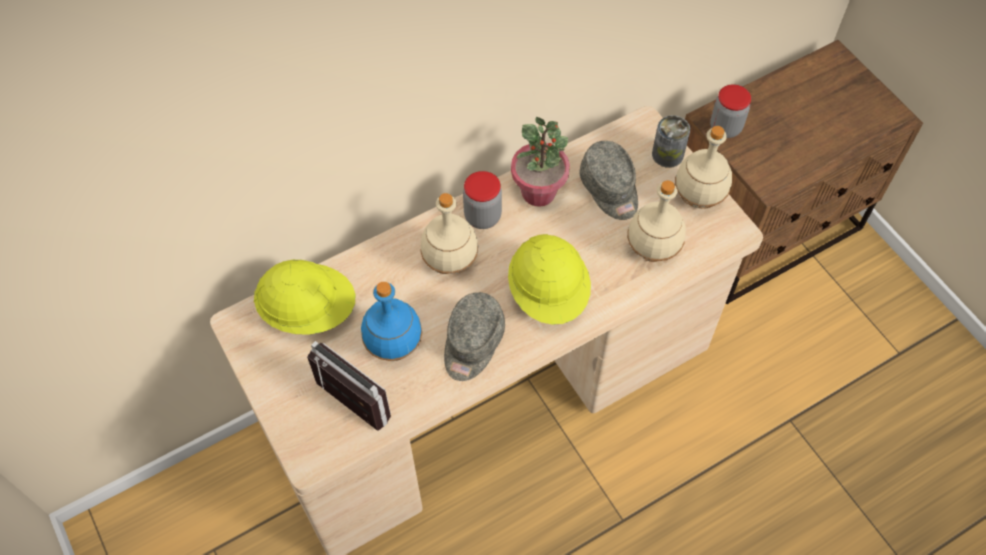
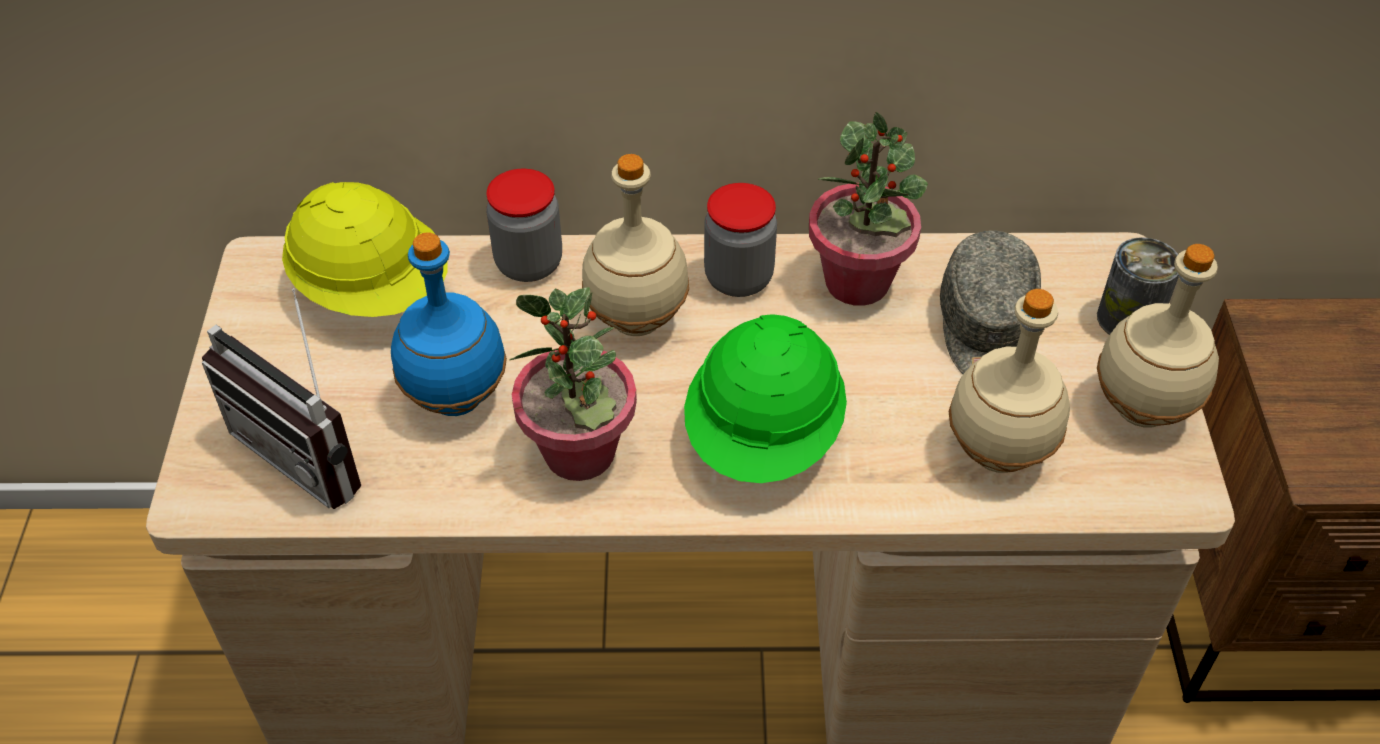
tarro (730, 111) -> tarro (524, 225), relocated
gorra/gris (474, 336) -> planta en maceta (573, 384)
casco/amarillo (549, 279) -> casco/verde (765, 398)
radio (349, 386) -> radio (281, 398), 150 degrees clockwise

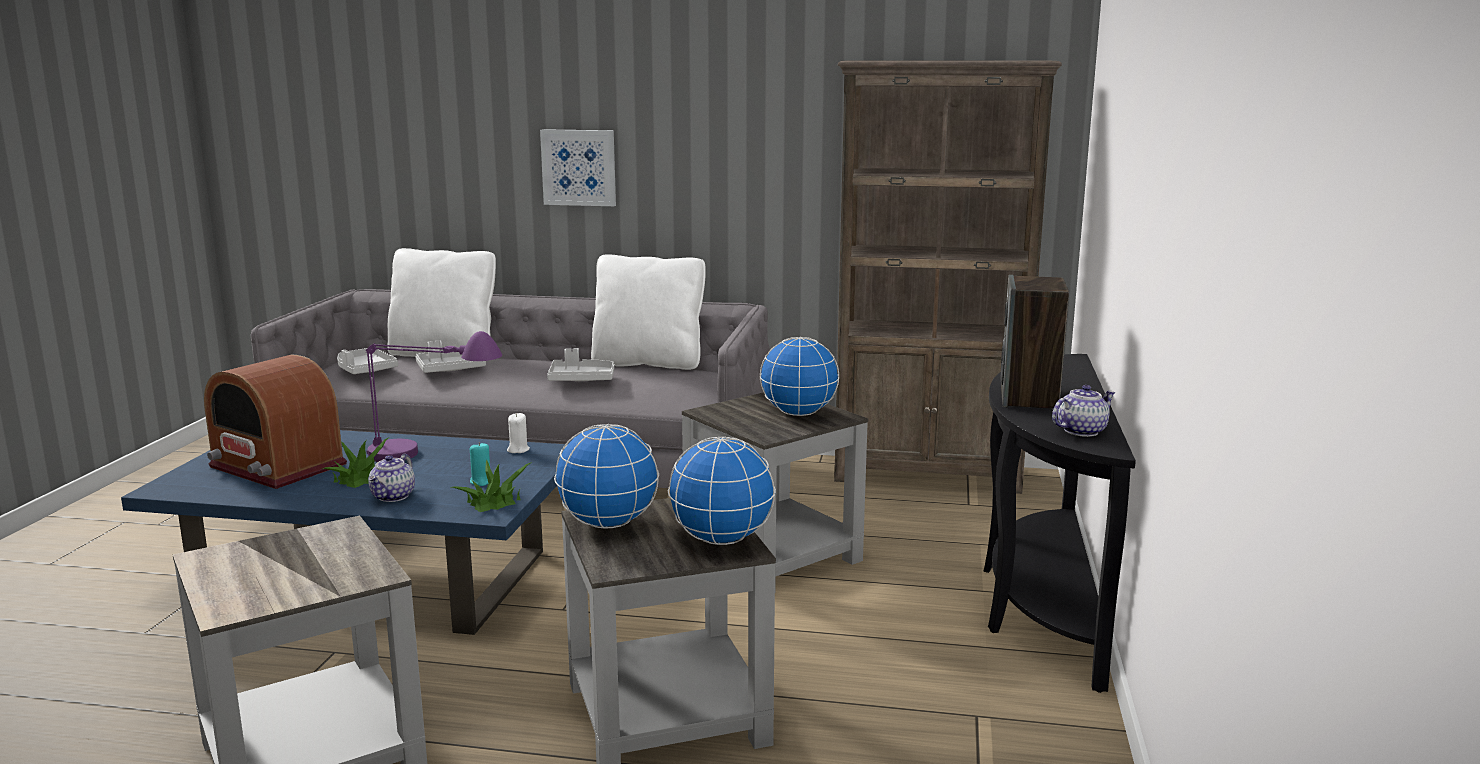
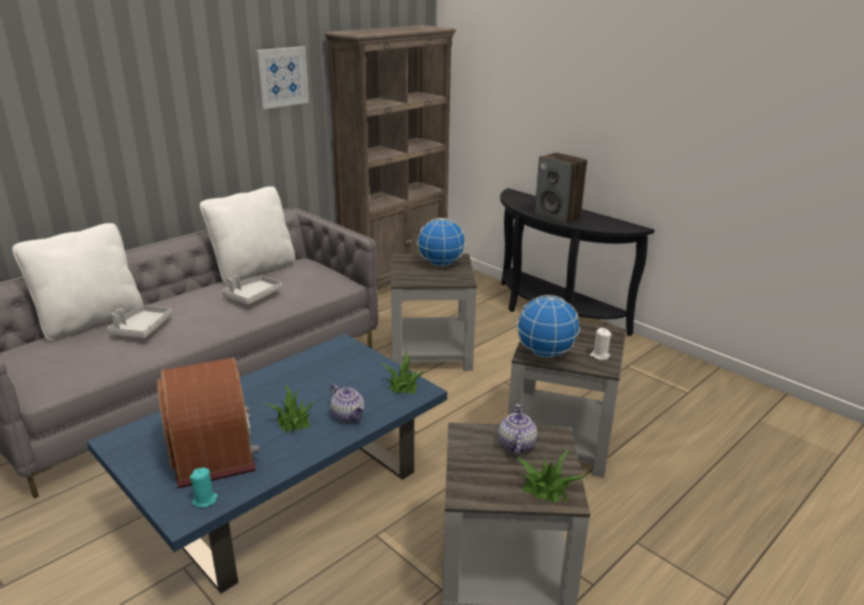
bandeja/gris (367, 361) -> none
lámpara de mesa/morado (434, 396) -> none
globo terráqueo (722, 490) -> none
none -> planta en maceta (552, 475)
vela/turquesa (480, 464) -> vela/turquesa (204, 488), relocated
vela/blanco (518, 433) -> vela/blanco (601, 344), relocated
cuadro (578, 167) -> cuadro (282, 77), relocated
tetera (1084, 411) -> tetera (517, 429), relocated
radio (275, 421) -> radio (208, 422), 90 degrees counterclockwise

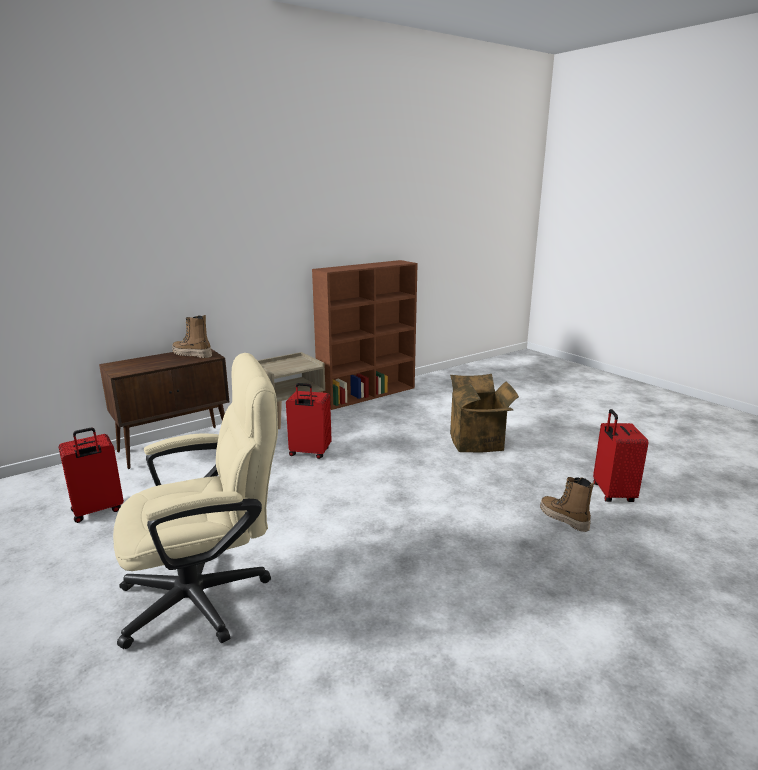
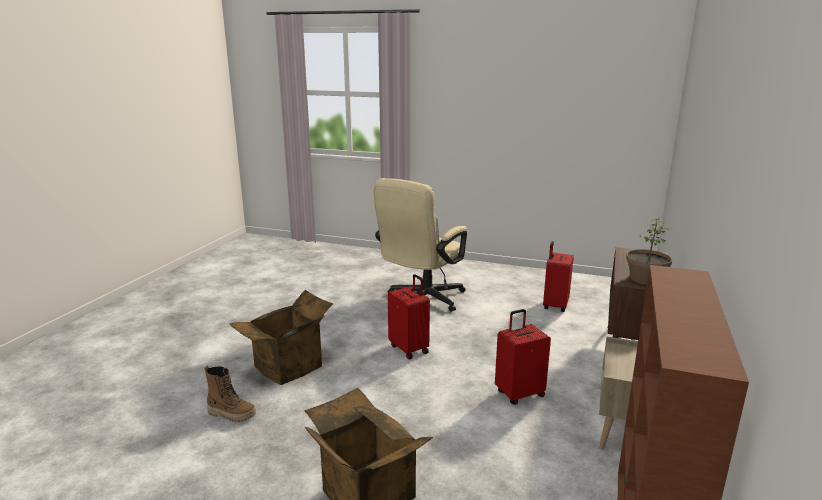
none -> caja de cartón (281, 337)
maleta/rojo (620, 455) -> maleta/rojo (409, 316), relocated
bota (192, 336) -> planta en maceta (649, 251)

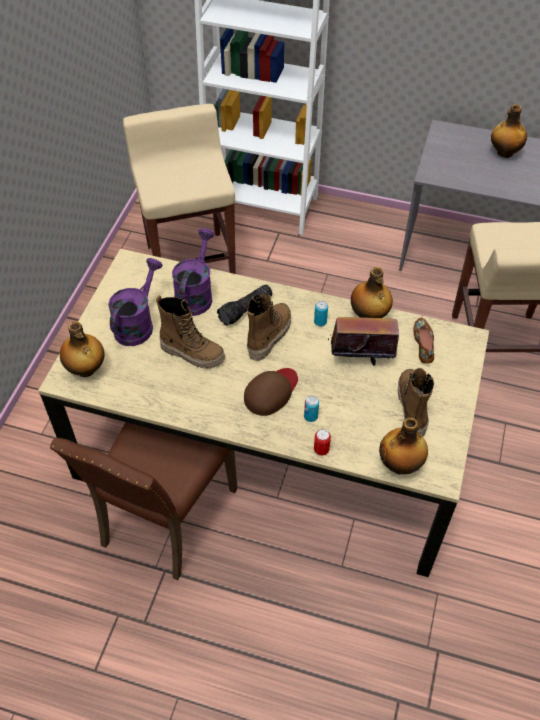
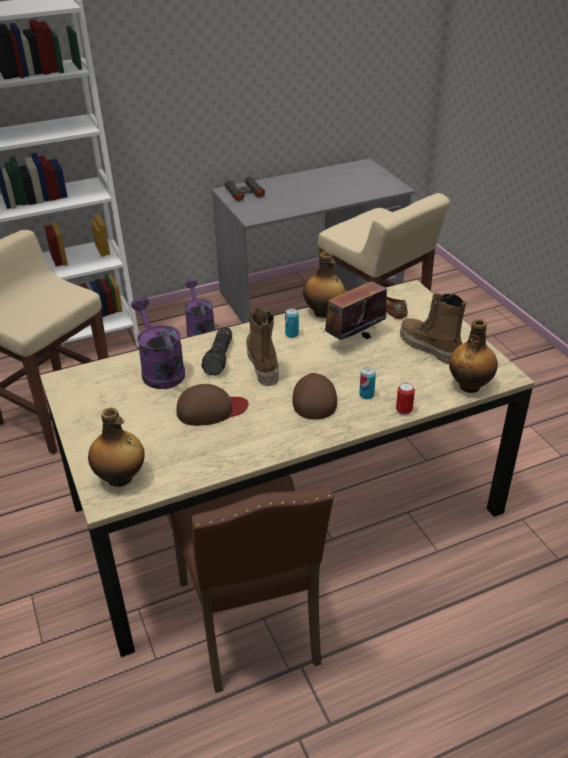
botella (509, 131) -> none
none -> prismáticos/negro (245, 189)
regadera/morado (135, 302) -> regadera/morado (200, 308), relocated
bota (190, 332) -> gorra/marrón (212, 405)

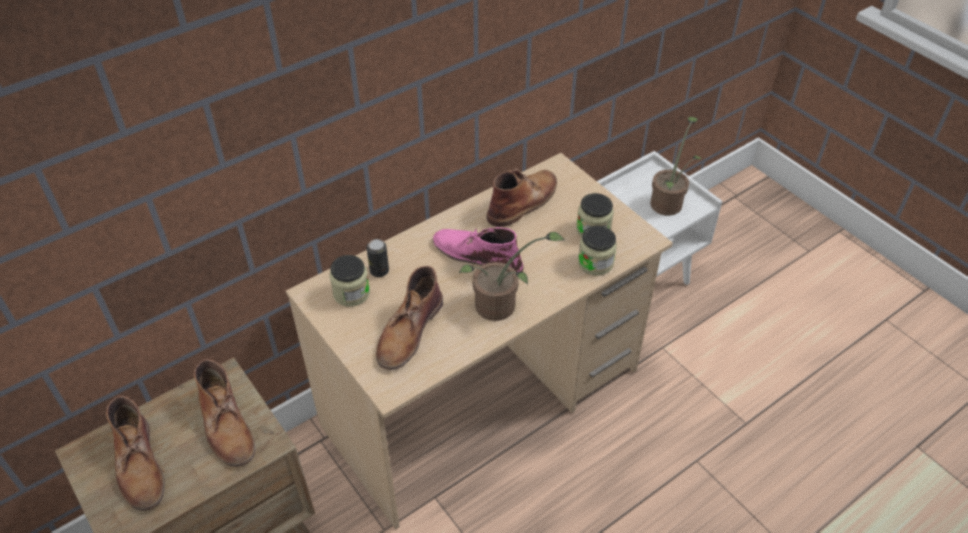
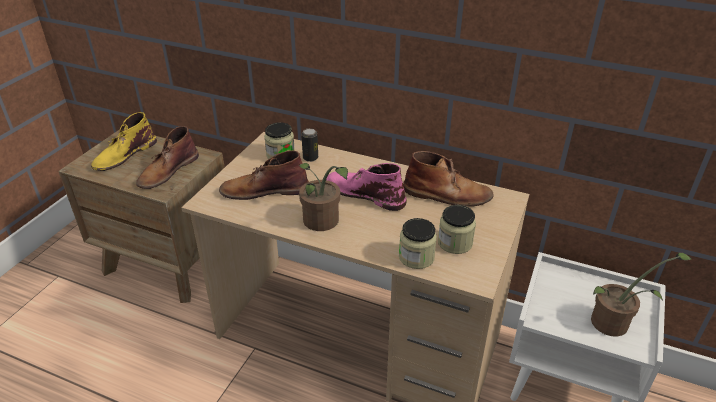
bota/marrón (135, 453) -> bota/amarillo (124, 141)
bota/rosa (478, 249) -> bota/rosa (366, 187), 60 degrees counterclockwise

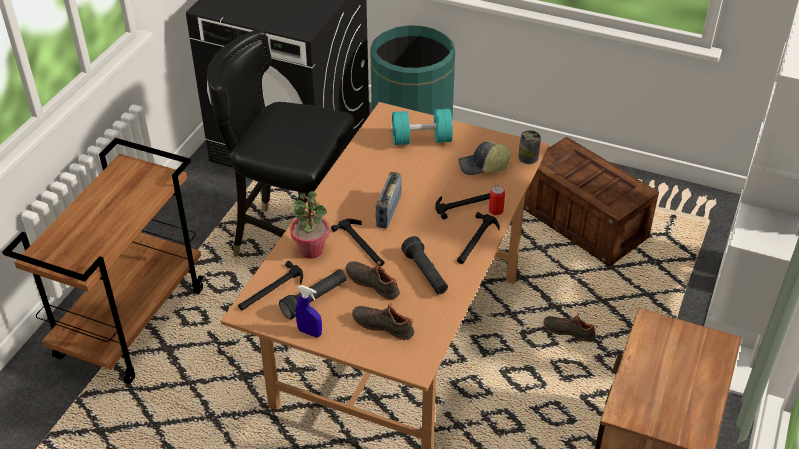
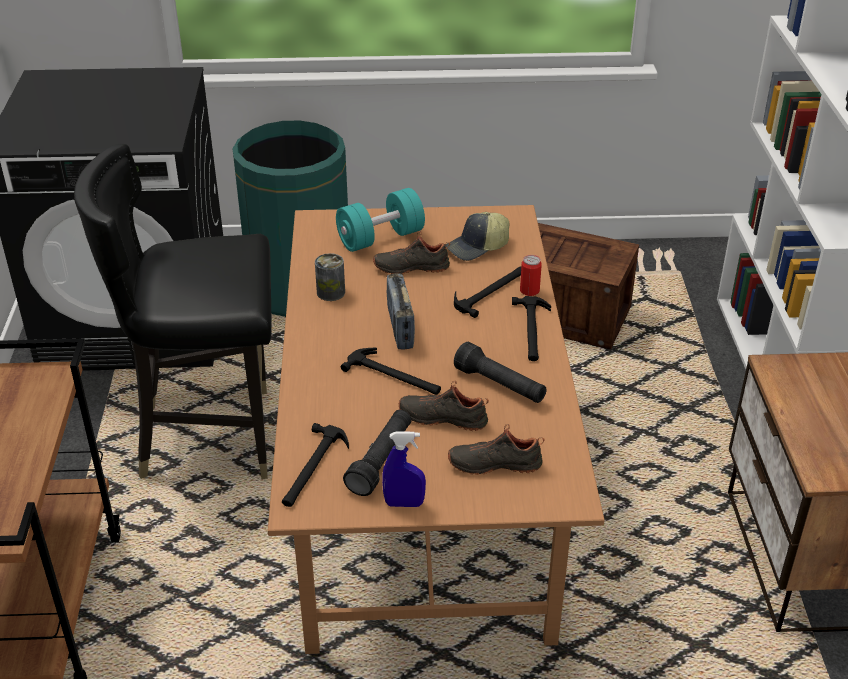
planta en maceta (310, 225) -> none
lata (529, 147) -> lata (330, 277), relocated
zapato/negro (570, 327) -> zapato/negro (411, 252), relocated

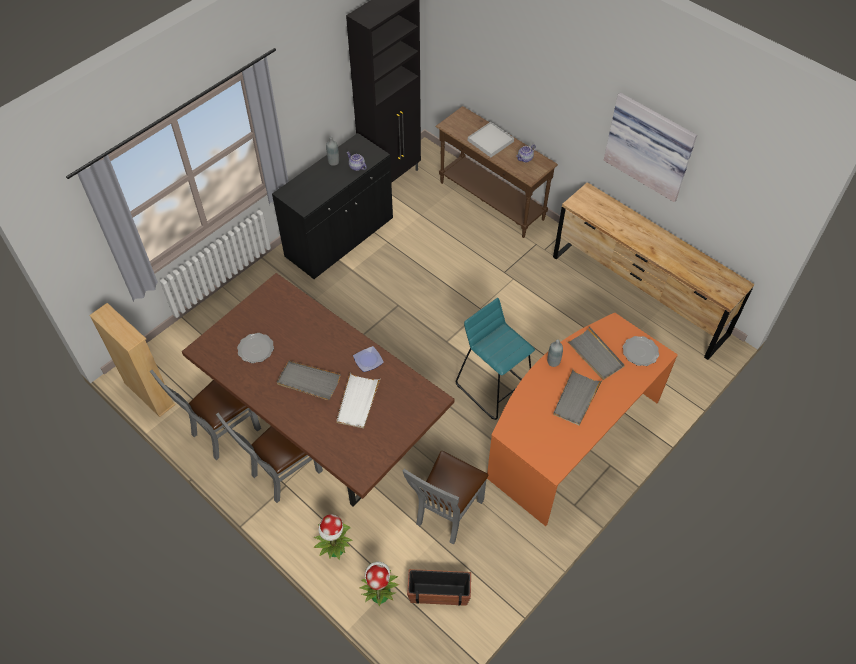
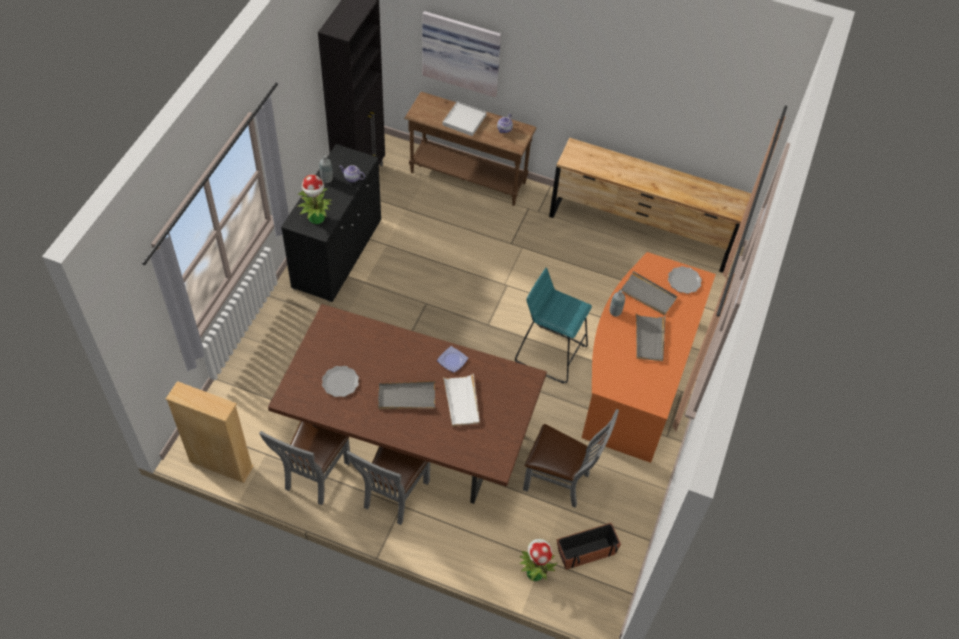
planta en maceta (333, 537) -> planta en maceta (314, 199), relocated
cuadro (650, 147) -> cuadro (462, 54), relocated
silla/gris (445, 498) -> silla/gris (571, 458), 75 degrees counterclockwise

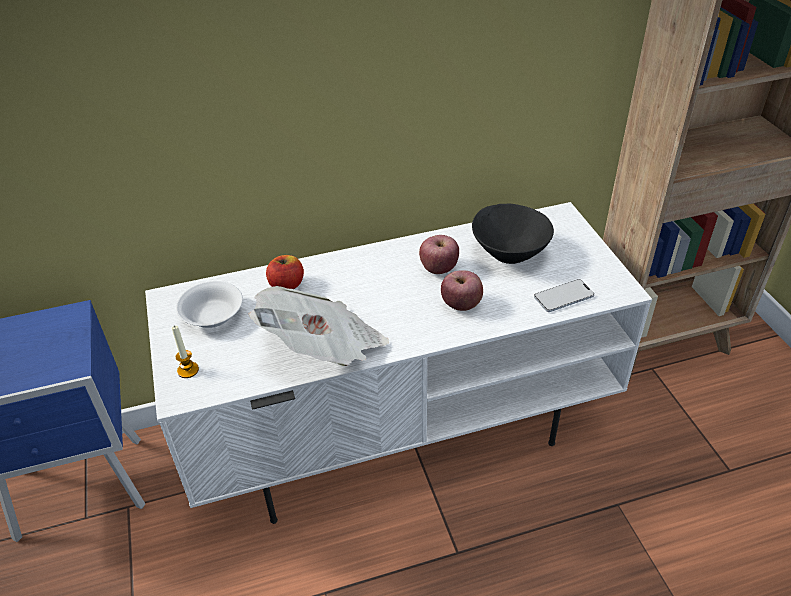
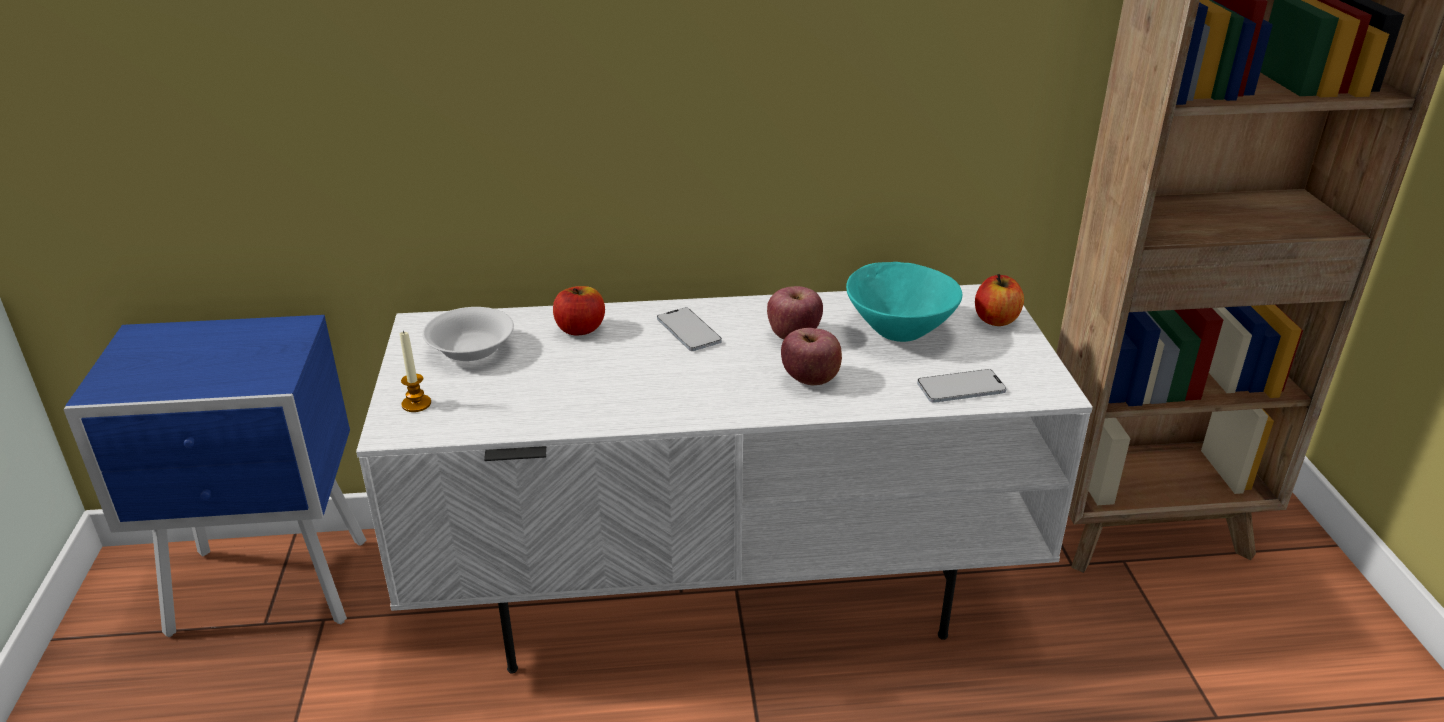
periódico (318, 326) -> none
none -> móvil (689, 329)
none -> manzana (999, 300)
cuenco/negro (513, 233) -> cuenco/turquesa (904, 302)

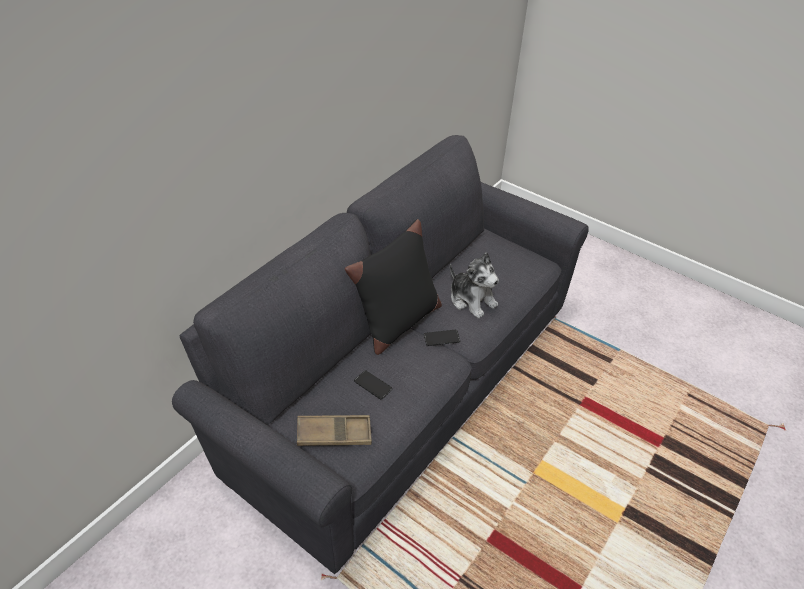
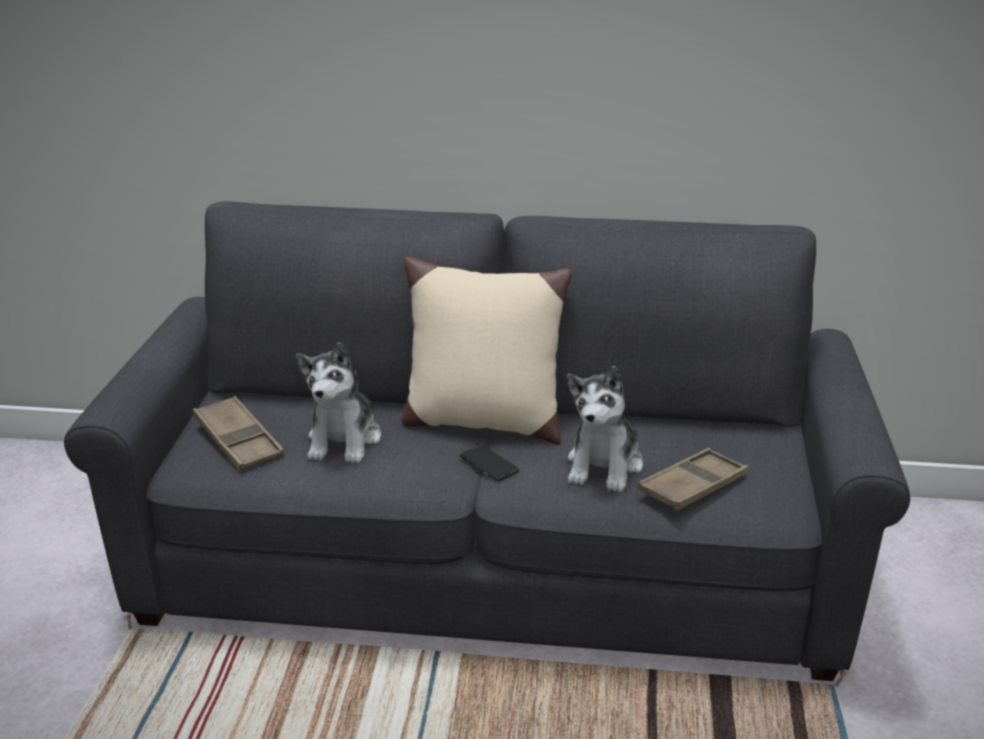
none -> bandeja/marrón (693, 479)
móvil (373, 384) -> peluche (338, 402)
cojín/negro (393, 287) -> cojín/beis (486, 350)

